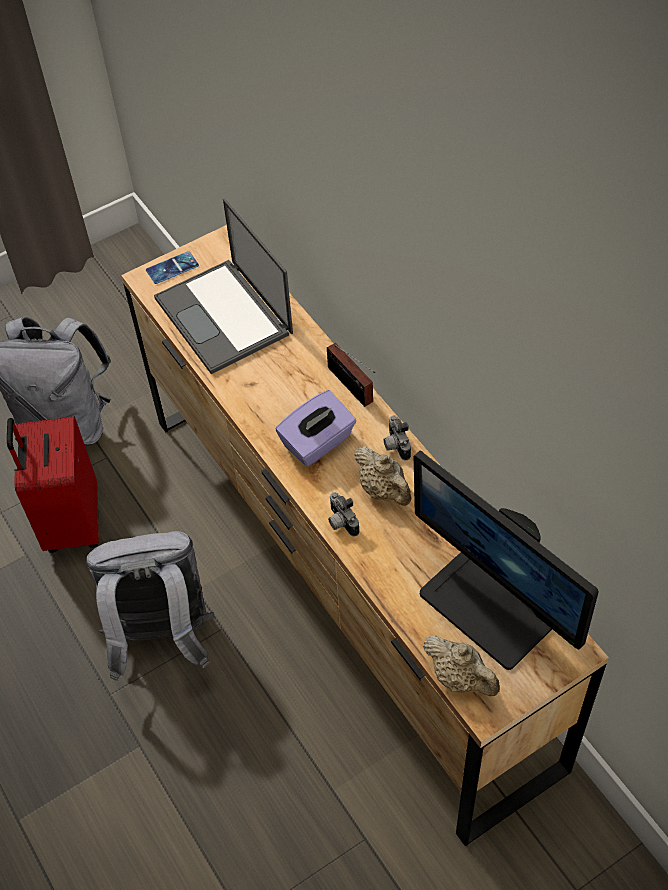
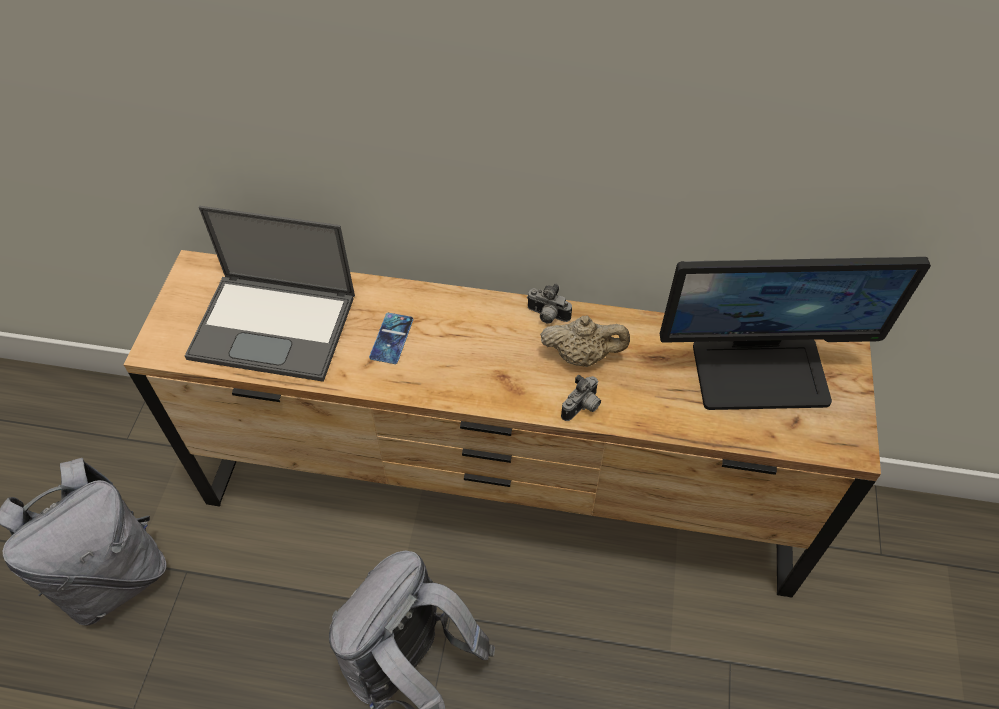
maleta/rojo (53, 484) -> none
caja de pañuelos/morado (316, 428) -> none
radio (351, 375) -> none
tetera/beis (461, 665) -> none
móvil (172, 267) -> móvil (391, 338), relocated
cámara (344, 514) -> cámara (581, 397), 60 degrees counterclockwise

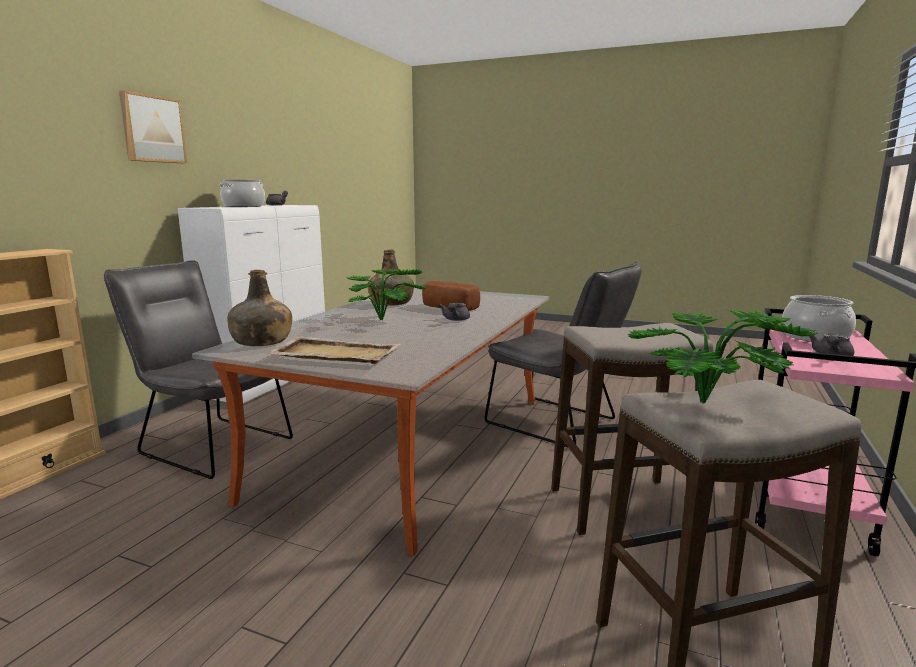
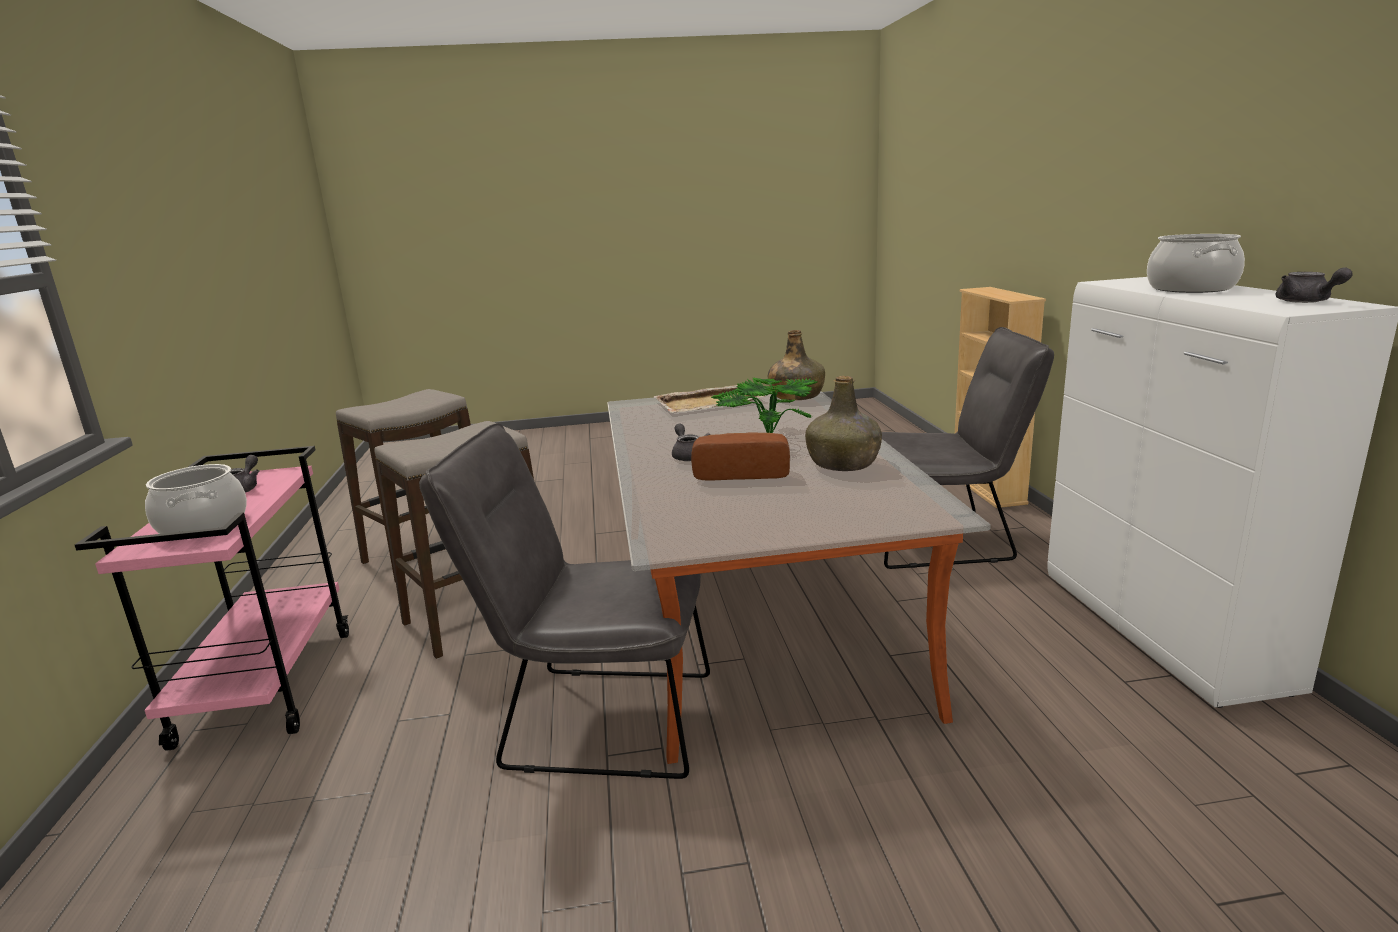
cuadro (153, 127) -> none
planta en maceta (722, 356) -> none

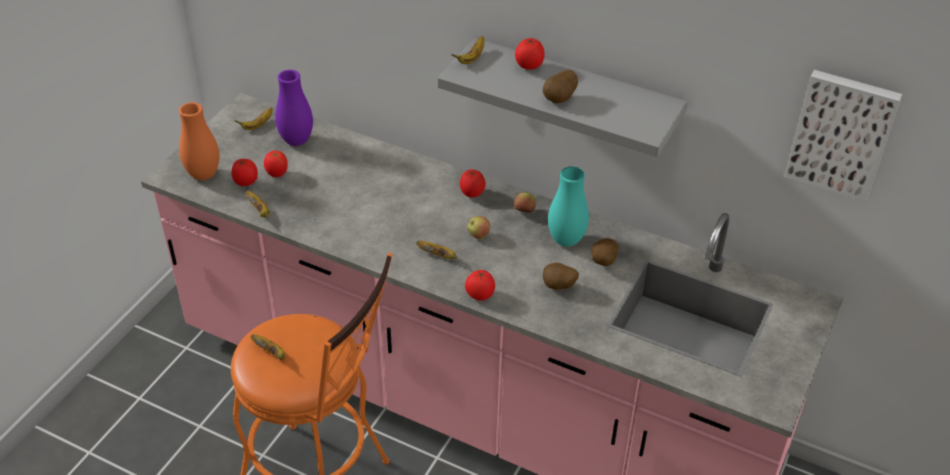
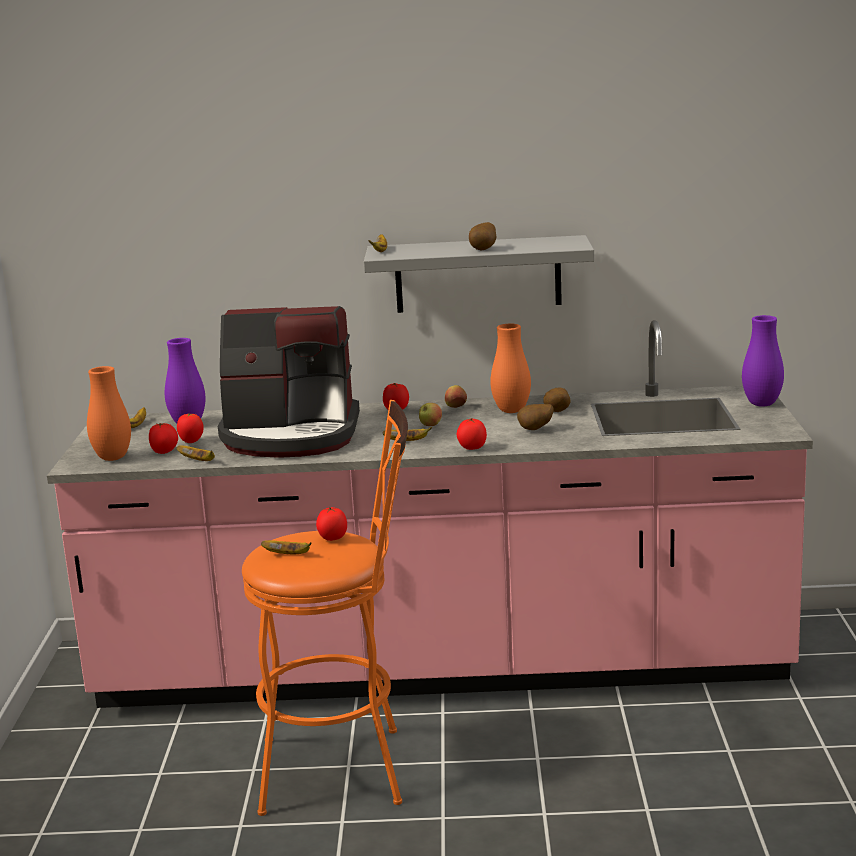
cuadro (843, 136) -> none
none -> cafetera (289, 382)
none -> florero/morado (763, 361)
tomate (530, 54) -> tomate (331, 524), relocated
florero/turquesa (568, 206) -> florero/naranja (510, 368)

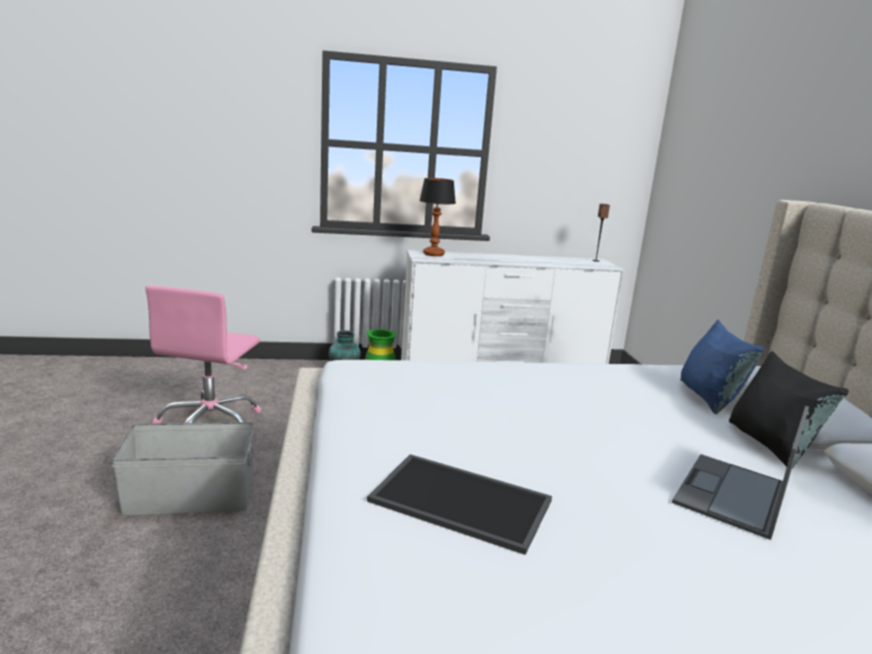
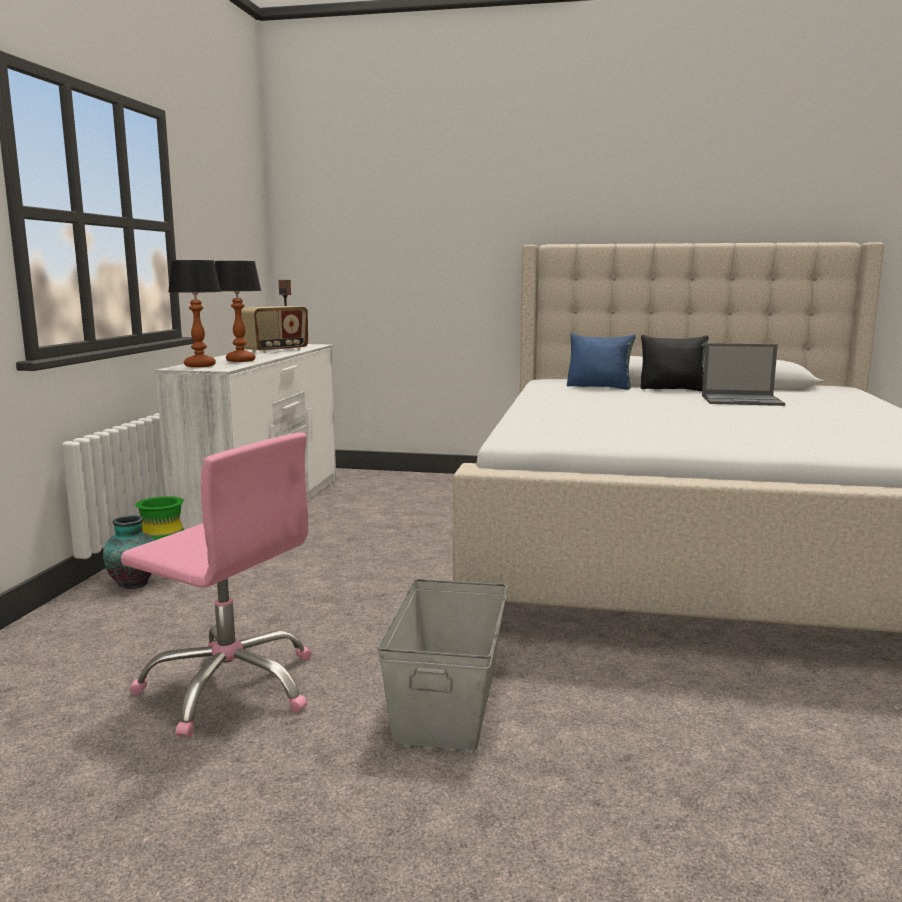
bandeja (459, 504) -> none
none -> lámpara de mesa (238, 311)
none -> radio (274, 329)
portátil (740, 473) -> portátil (743, 374), 45 degrees counterclockwise

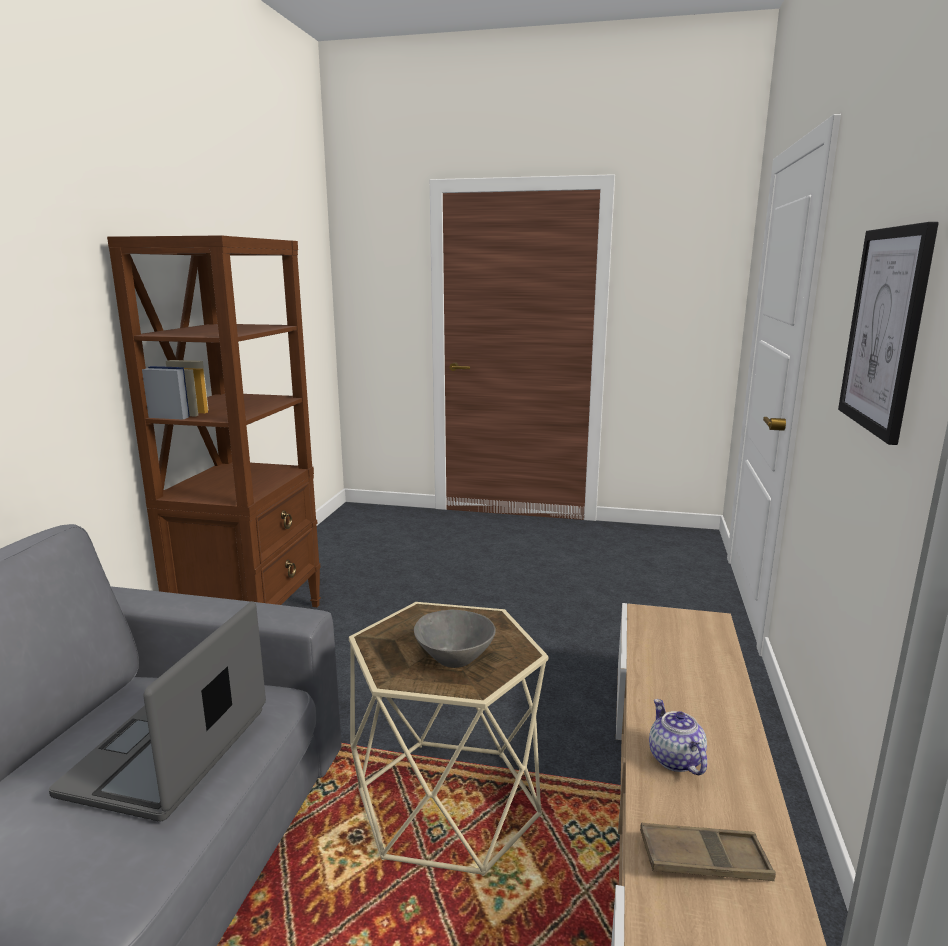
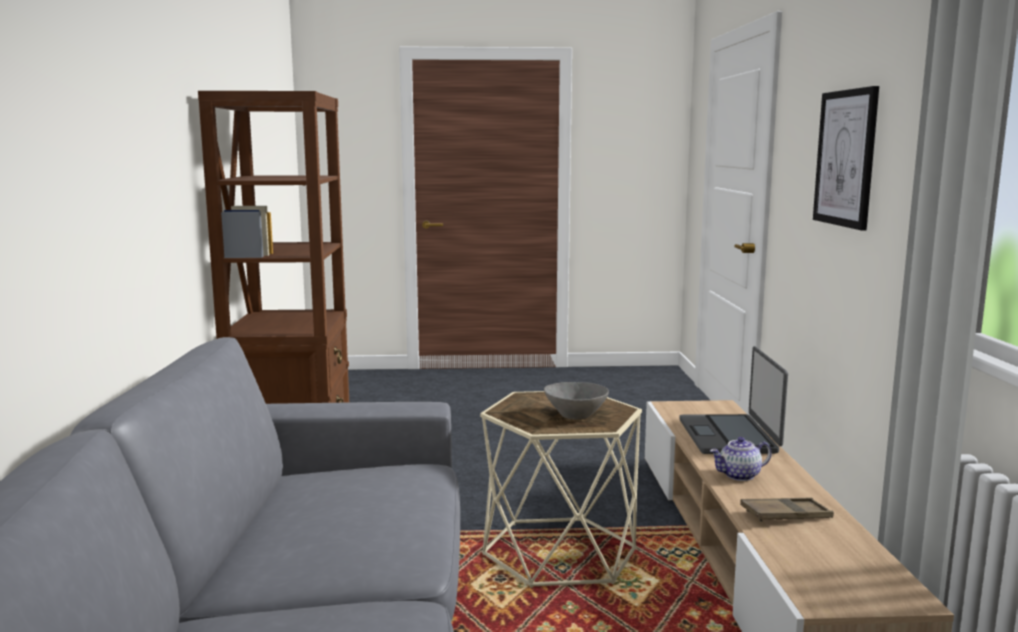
portátil (157, 711) -> portátil (733, 400), relocated
tetera (678, 737) -> tetera (741, 459), 75 degrees counterclockwise

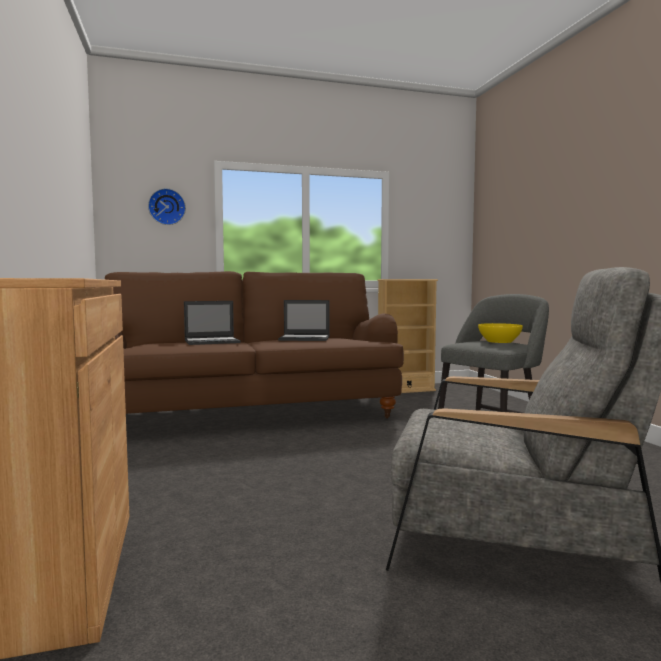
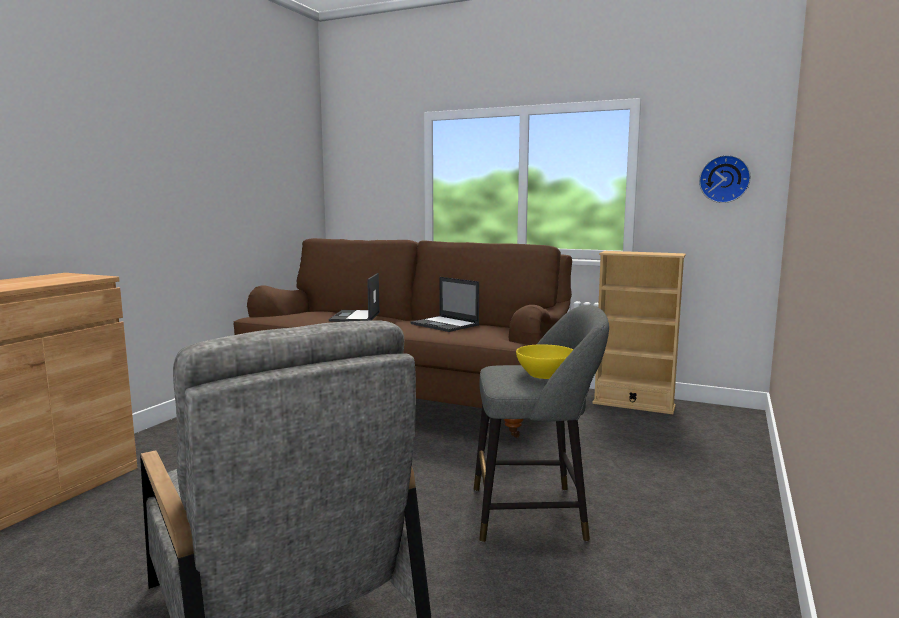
reloj de pared (167, 206) -> reloj de pared (725, 179), relocated
portátil (212, 323) -> portátil (354, 297), 75 degrees clockwise

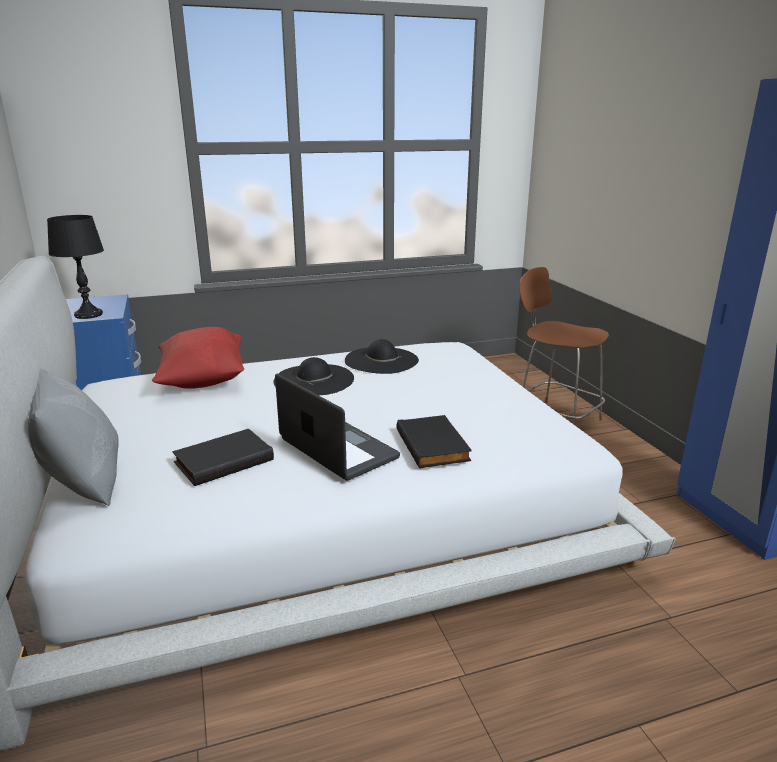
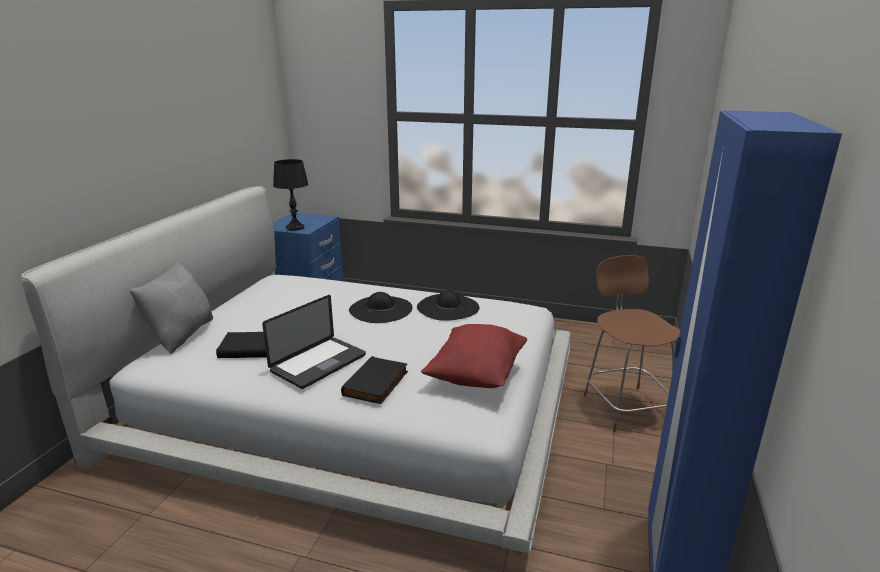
cojín/rojo (198, 358) -> cojín/rojo (474, 356), relocated
portátil (337, 427) -> portátil (314, 342), 45 degrees clockwise

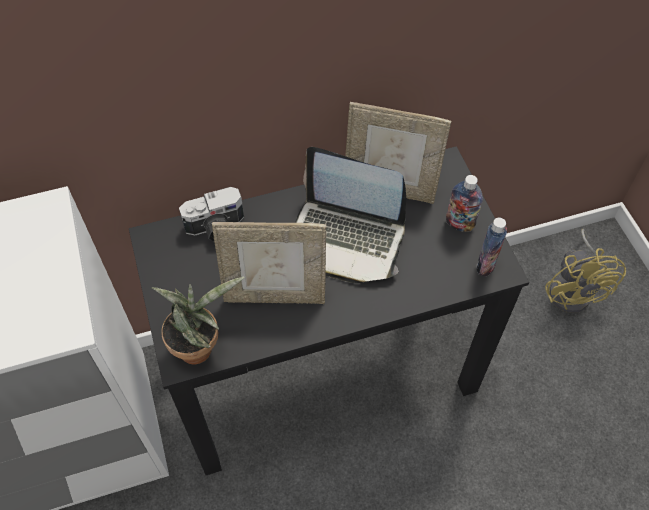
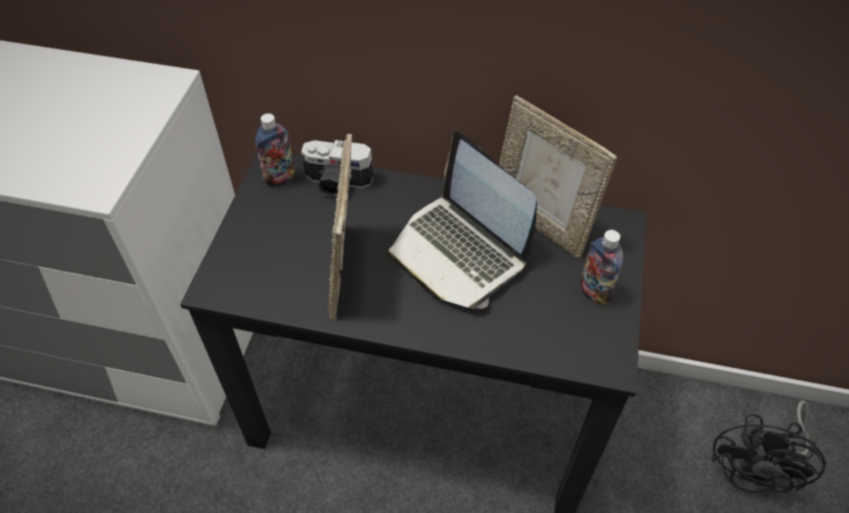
planta en maceta (198, 321) -> none
botella (491, 247) -> botella (275, 150), relocated
ventilador/amarillo (585, 271) -> ventilador/negro (768, 446)
portarretratos (269, 263) -> portarretratos (340, 227), 60 degrees clockwise

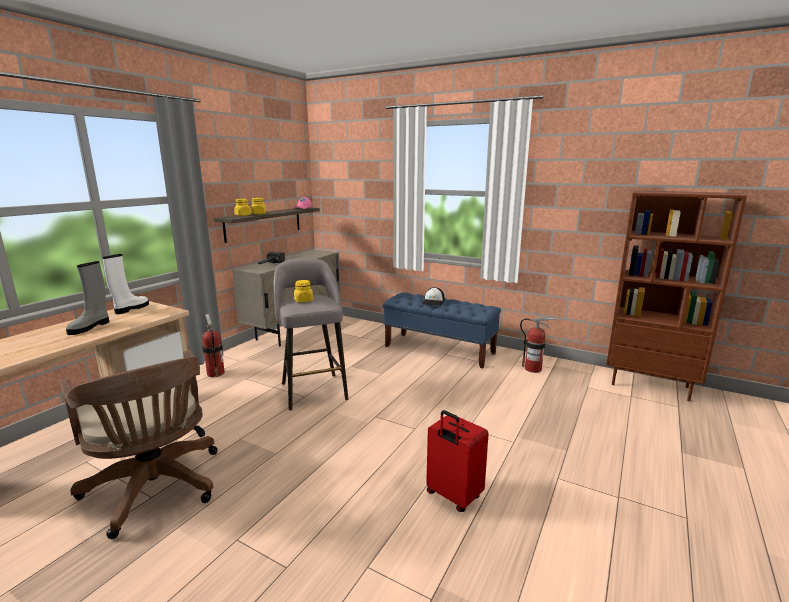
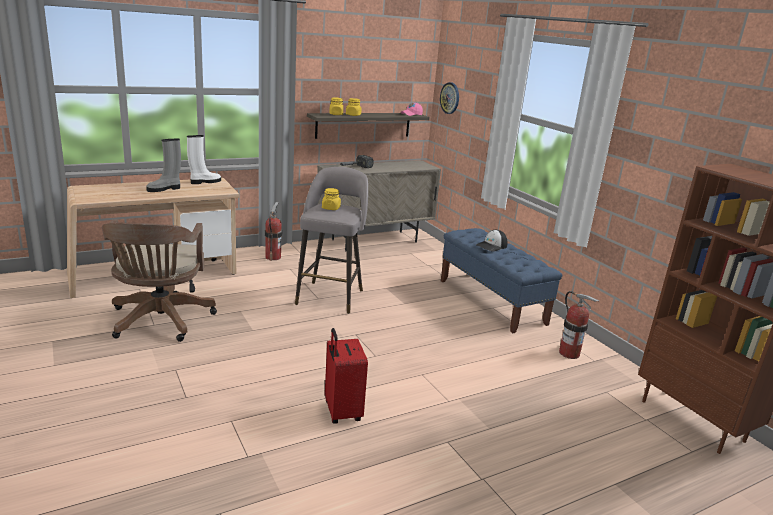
none -> reloj de pared (449, 98)

